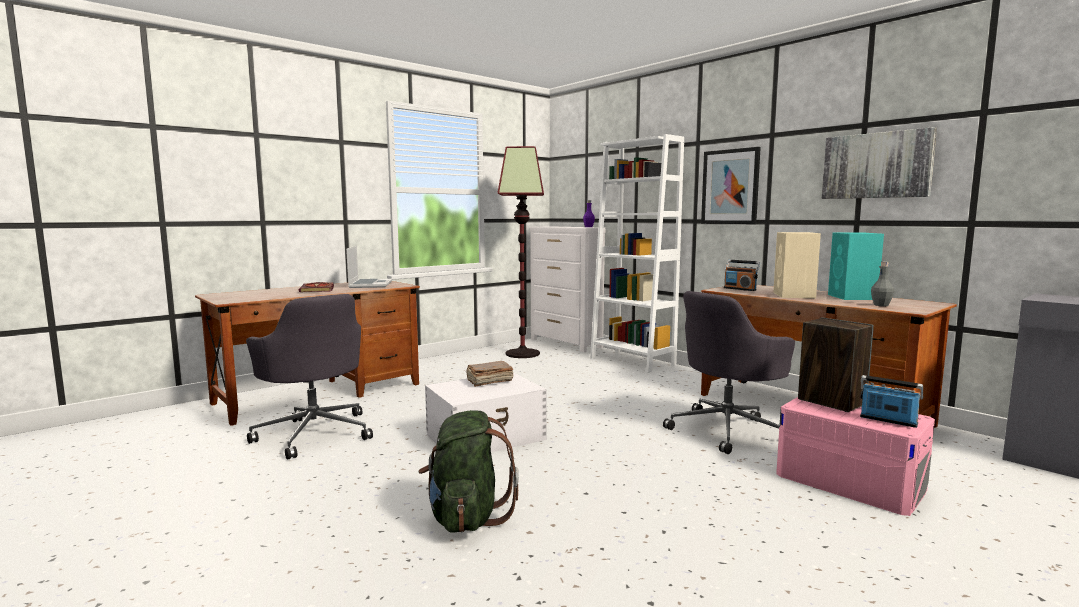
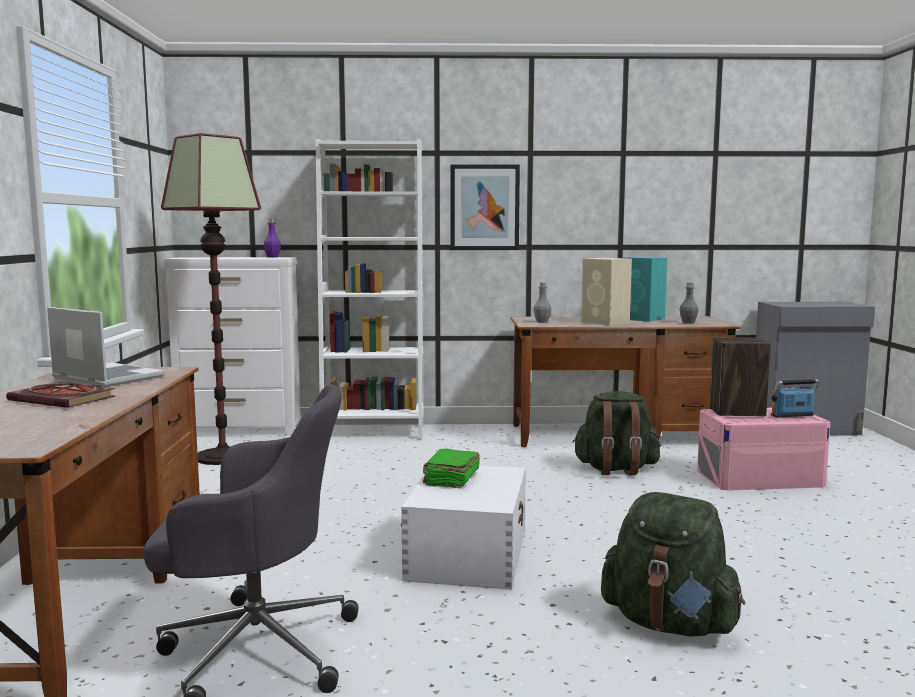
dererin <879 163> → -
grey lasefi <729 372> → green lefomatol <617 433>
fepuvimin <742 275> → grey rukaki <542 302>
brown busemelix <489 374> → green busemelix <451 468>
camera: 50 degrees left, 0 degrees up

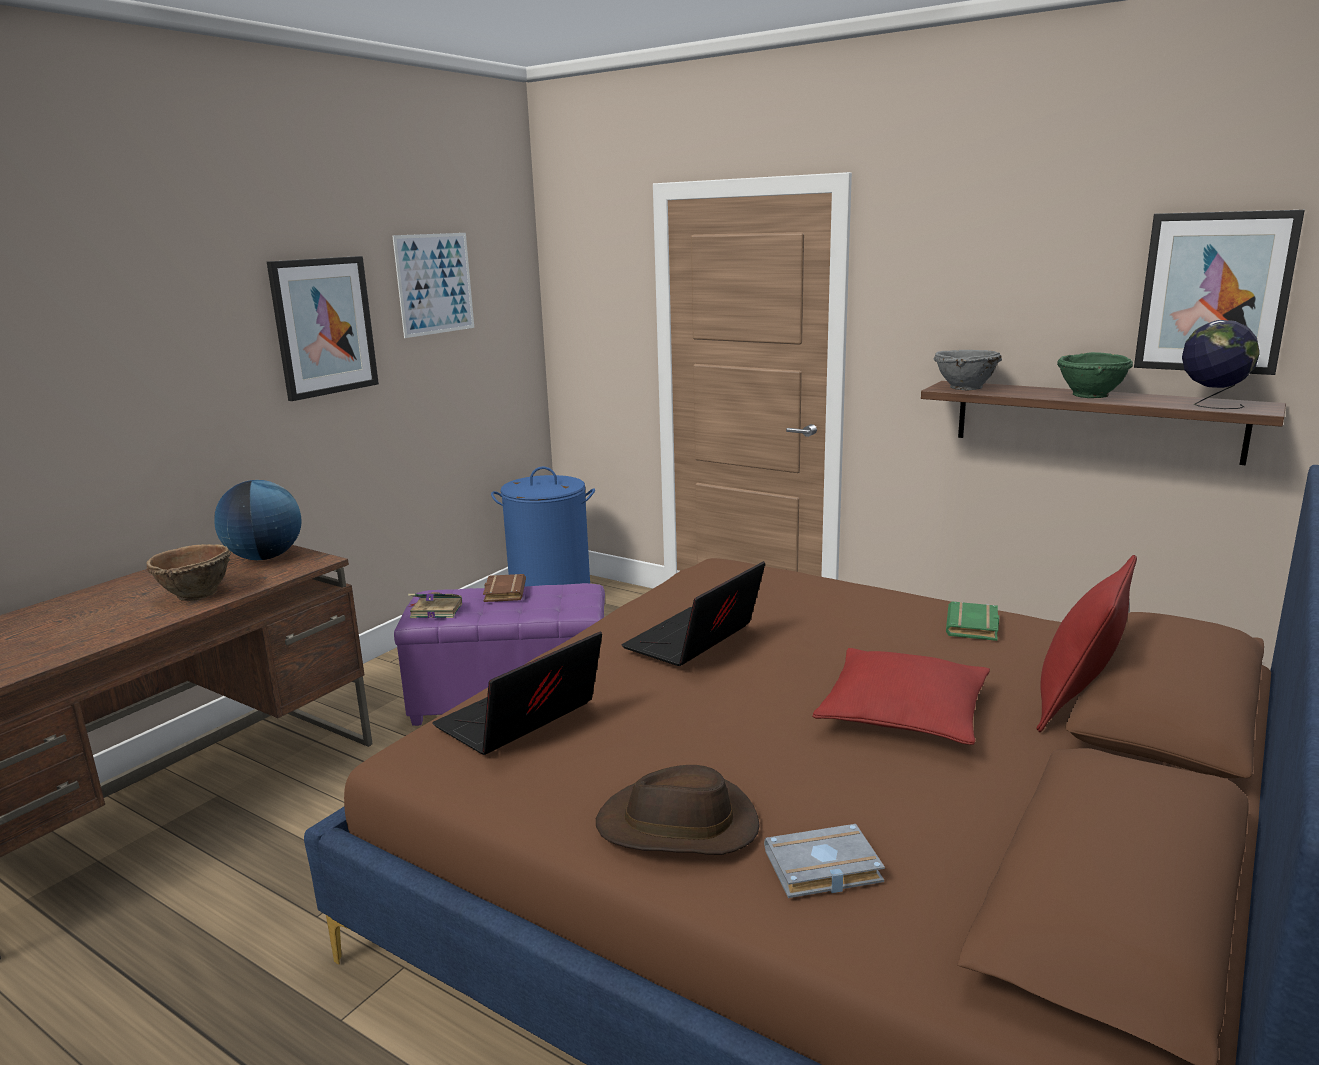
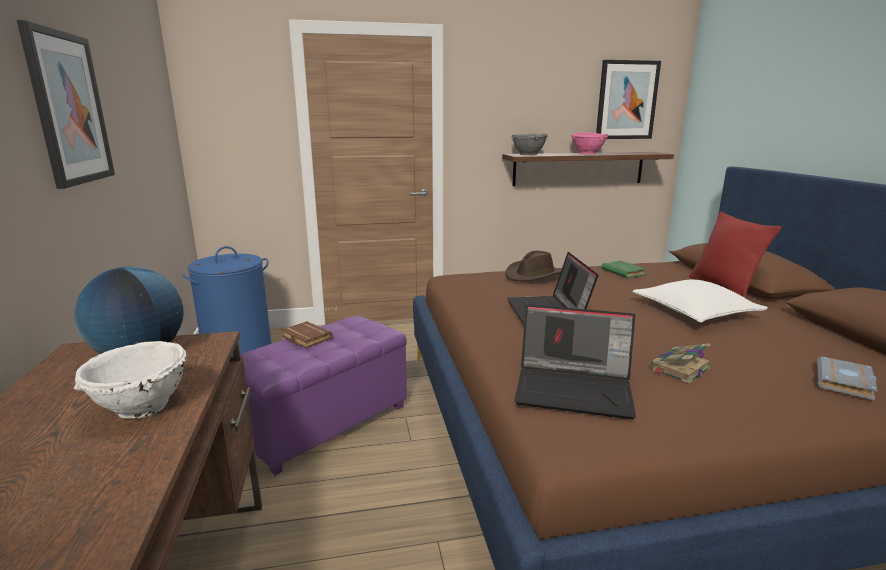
dererin <433 285> → -
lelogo <1221 364> → -
busemelix <435 605> → busemelix <680 363>, moved
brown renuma <678 810> → brown renuma <533 266>, moved
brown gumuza <188 572> → white gumuza <130 380>
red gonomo <901 696> → white gonomo <700 301>
green gumuza <1095 375> → pink gumuza <589 143>
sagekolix <517 693> → sagekolix <575 361>, 75 degrees counterclockwise
camera: 45 degrees left, 0 degrees up

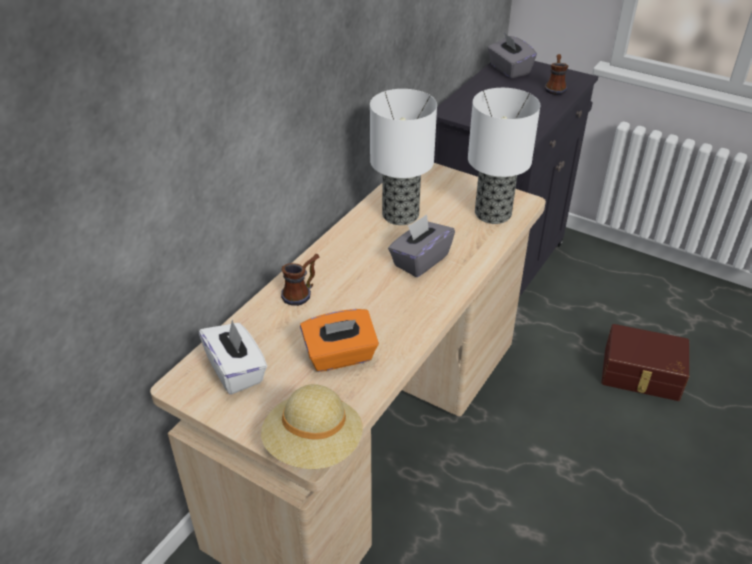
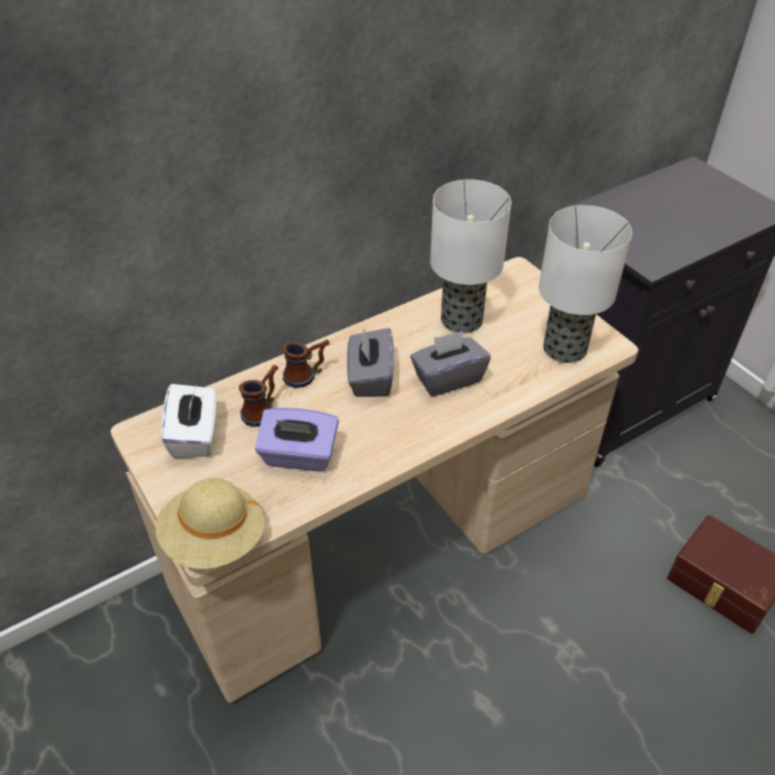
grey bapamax <512 55> → grey bapamax <370 362>, moved
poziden <556 74> → poziden <258 396>, moved
orange bapamax <339 340> → purple bapamax <297 439>
camera: 25 degrees right, 5 degrees up

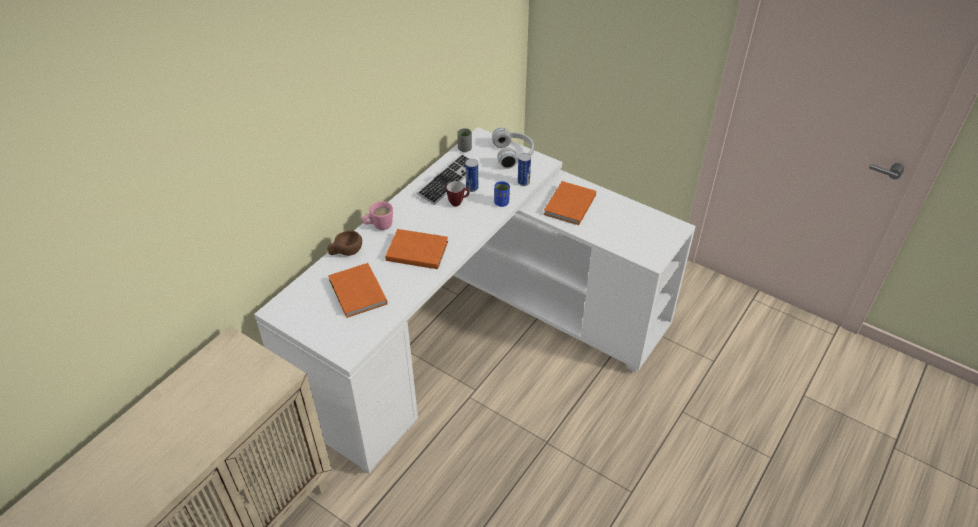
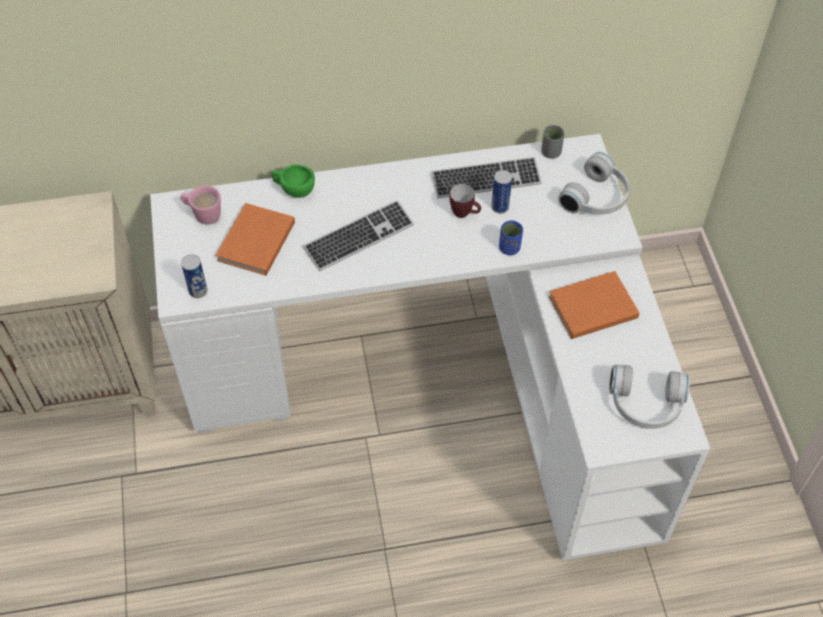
- → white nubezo <649 397>
pink poziden <377 215> → pink poziden <200 205>, moved
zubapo <524 169> → zubapo <194 276>, moved
orange busemelix <416 249> → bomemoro <358 235>
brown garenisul <344 243> → green garenisul <293 181>
camera: 45 degrees right, 10 degrees up

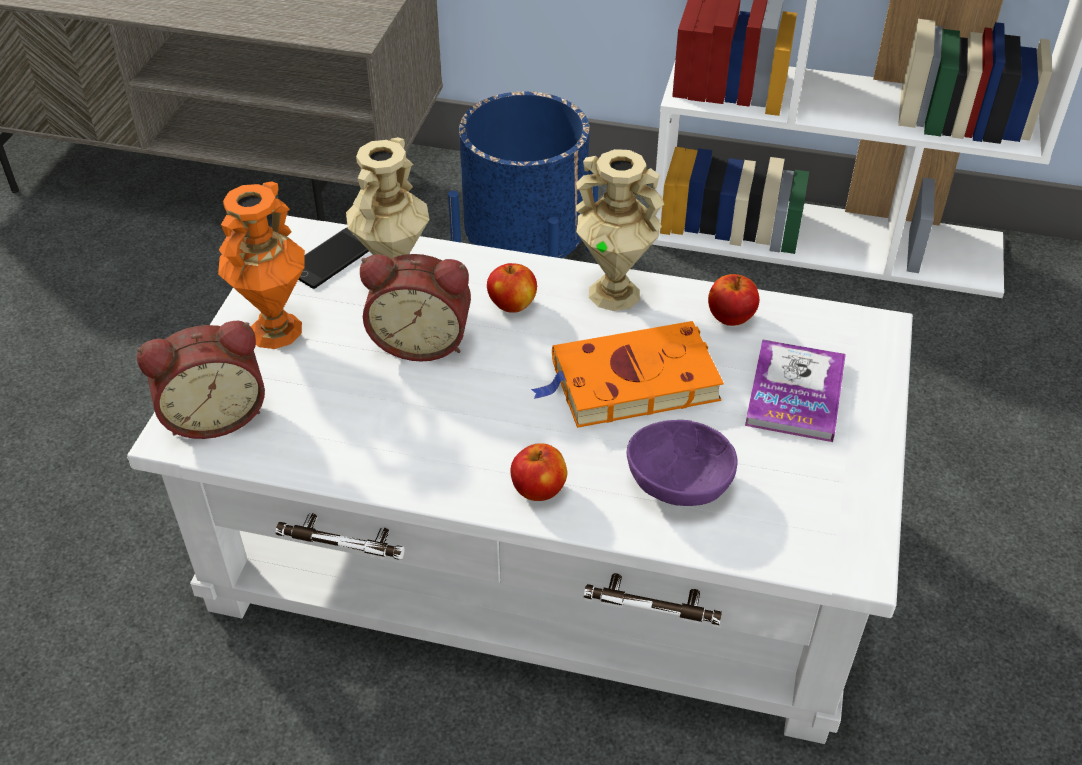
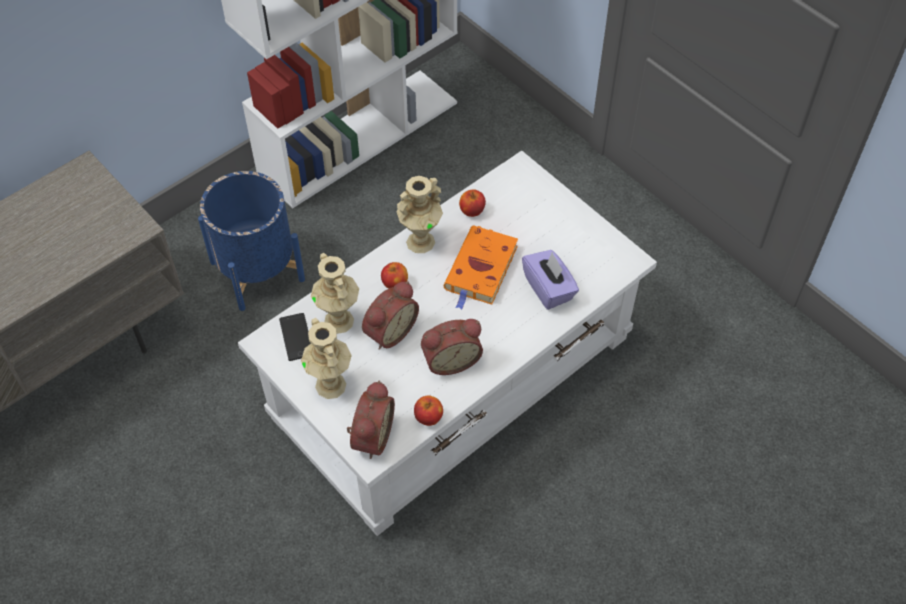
busemelix <795 390> → -
- → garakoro <452 347>
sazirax <539 472> → sazirax <428 410>, moved
purple gumuza <682 463> → purple bapamax <550 280>
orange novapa <261 265> → beige novapa <326 358>
camera: 55 degrees left, 10 degrees up

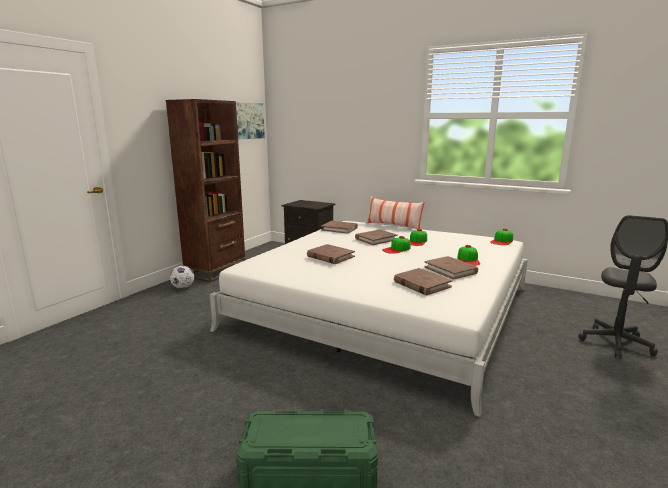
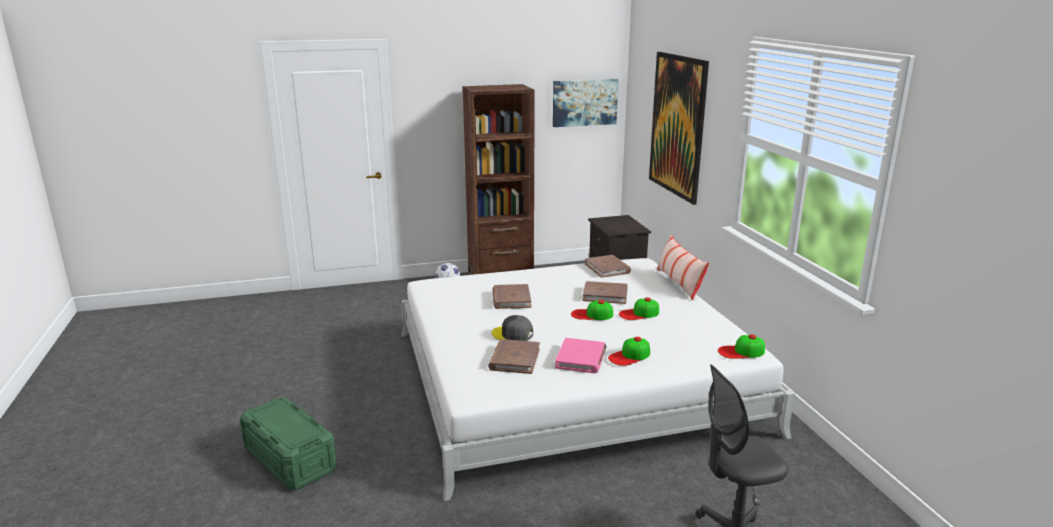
- → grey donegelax <512 328>
- → dererin <679 128>
brown busemelix <451 268> → pink busemelix <580 355>
camera: 45 degrees right, 5 degrees up

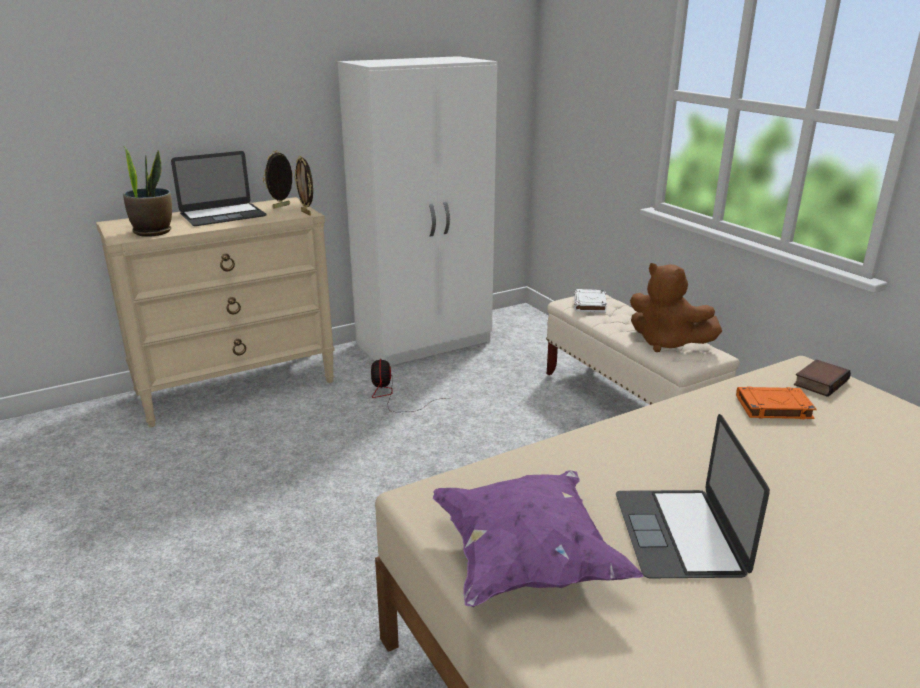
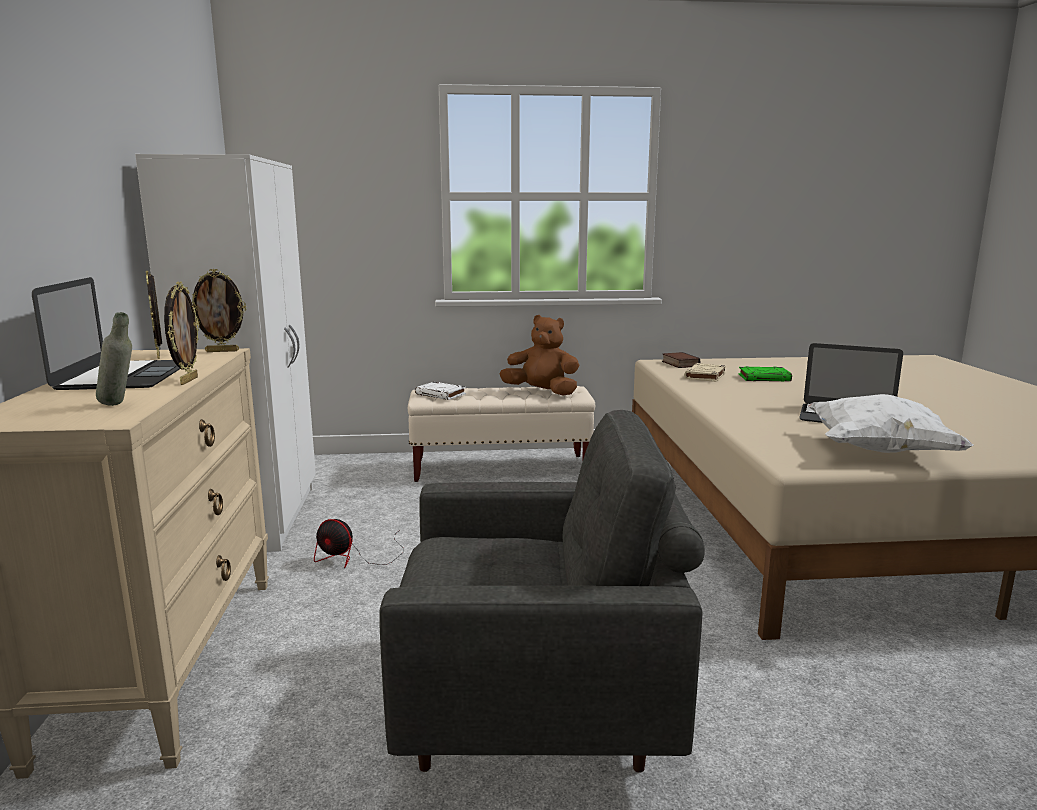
- → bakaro <181 333>
- → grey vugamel <542 591>
- → green busemelix <765 374>
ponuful <147 192> → grey rukaki <114 359>
purple gonomo <538 538> → white gonomo <890 423>
orange busemelix <776 402> → beige busemelix <705 372>
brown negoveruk <676 307> → brown negoveruk <539 355>, 135 degrees counterclockwise
camera: 65 degrees left, 10 degrees down

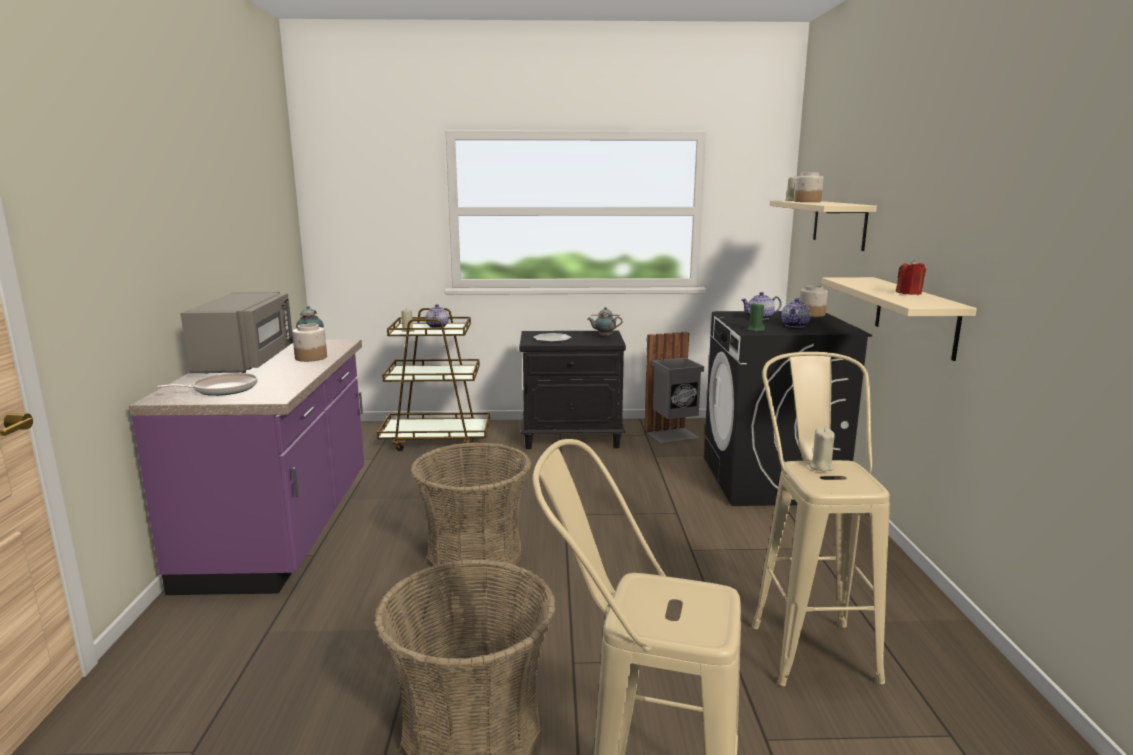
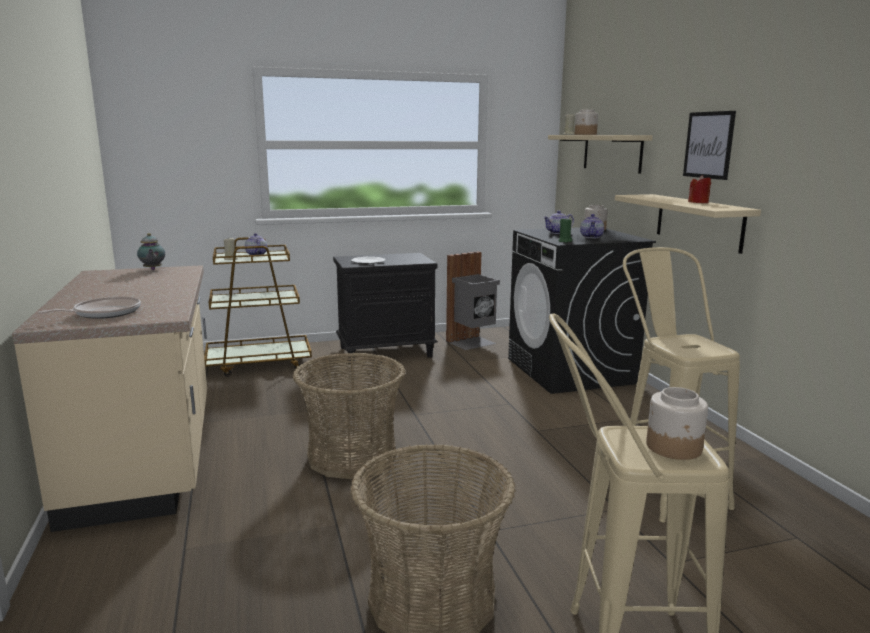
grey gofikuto <236 333> → -
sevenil <605 322> → -
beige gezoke <821 449> → -
- → dererin <709 145>
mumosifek <309 342> → mumosifek <677 423>, moved
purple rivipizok <246 467> → beige rivipizok <109 398>
camera: 15 degrees left, 0 degrees up

